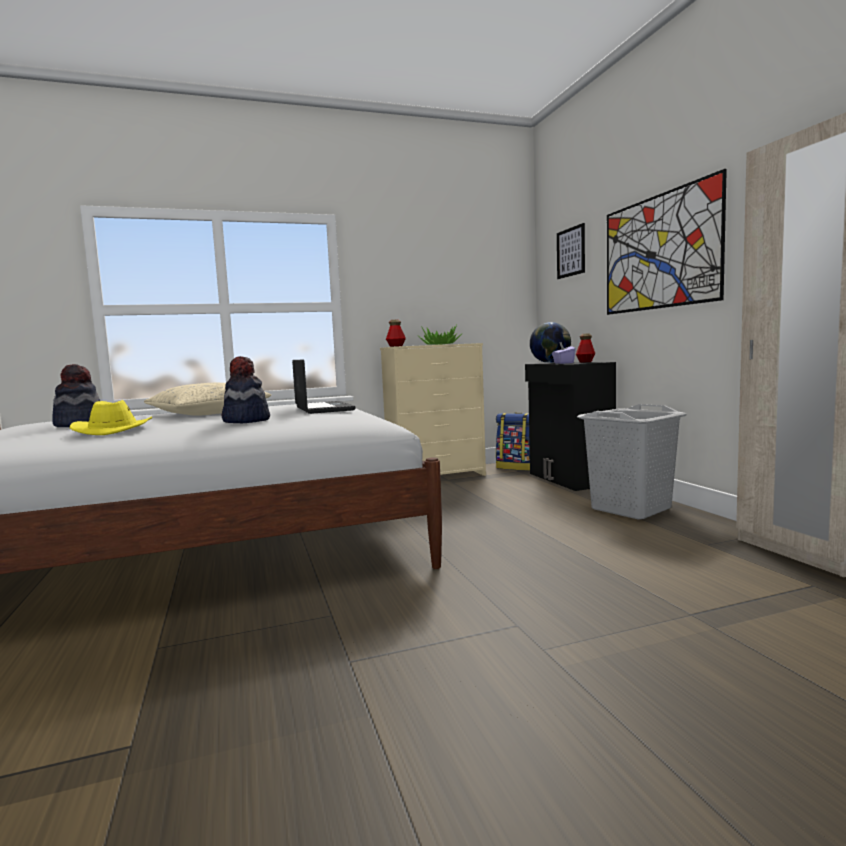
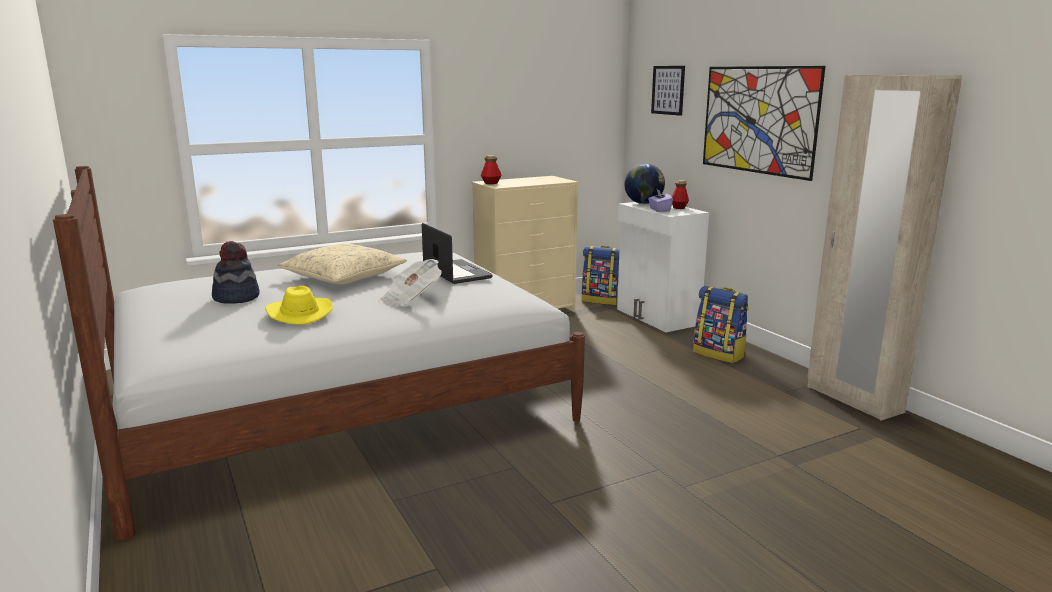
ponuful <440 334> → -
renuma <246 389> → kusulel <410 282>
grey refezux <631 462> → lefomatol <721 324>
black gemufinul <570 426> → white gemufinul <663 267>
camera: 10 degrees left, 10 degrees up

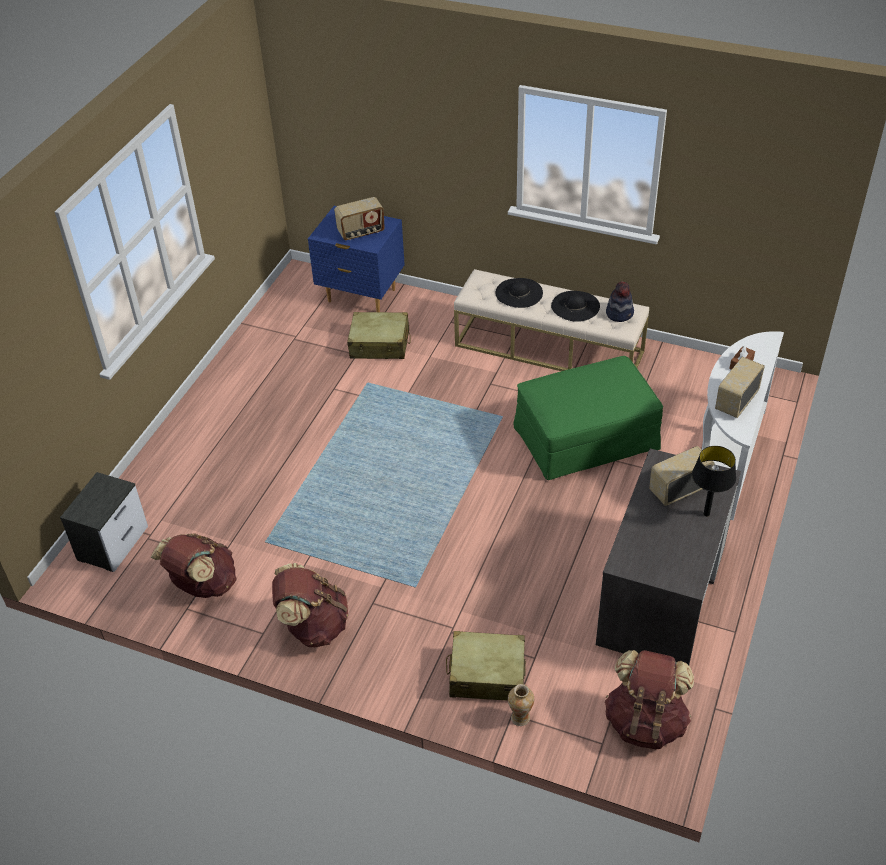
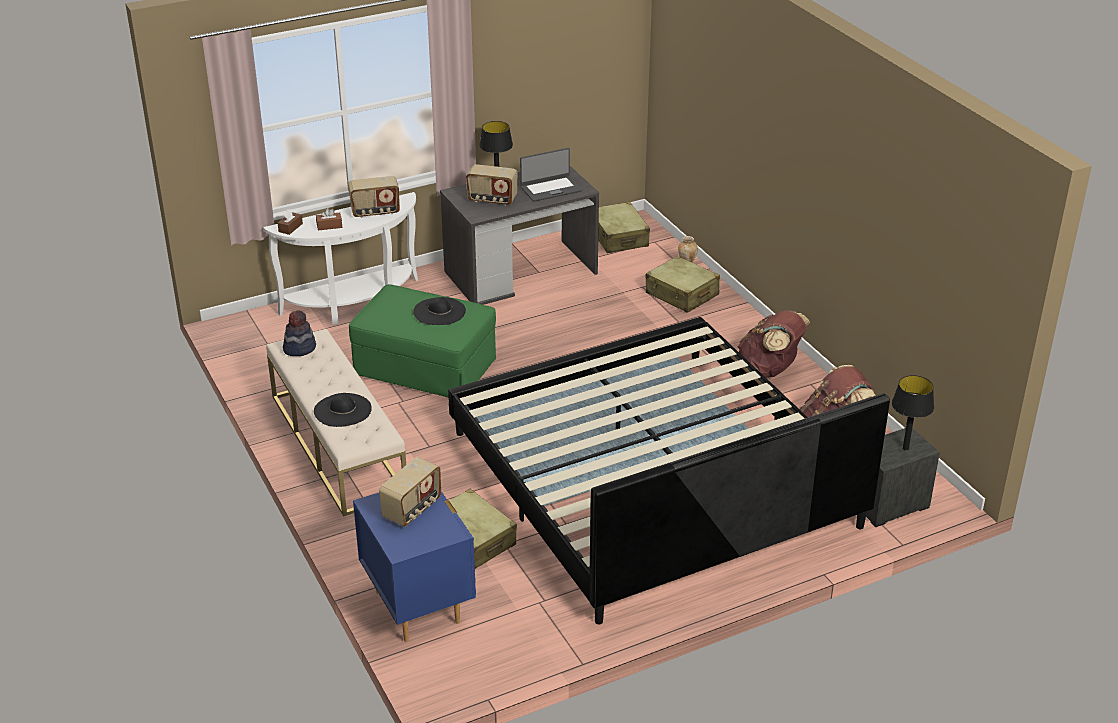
- → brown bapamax <290 222>
- → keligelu <669 470>
- → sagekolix <551 175>
- → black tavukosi <913 413>
black renuma <575 306> → black renuma <439 311>, moved
brown lefomatol <649 699> → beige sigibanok <624 227>
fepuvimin <359 218> → fepuvimin <410 492>, 105 degrees clockwise
camera: 140 degrees left, 10 degrees down

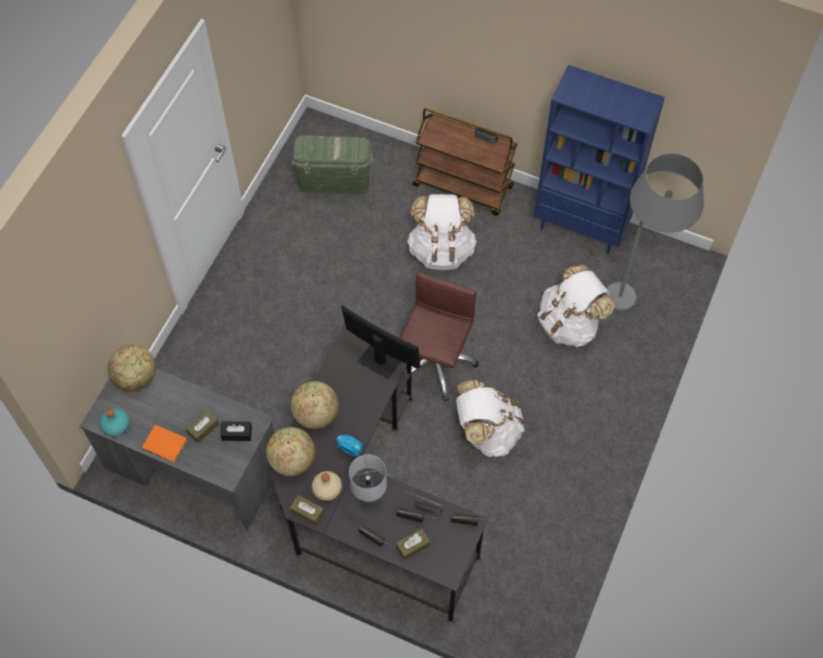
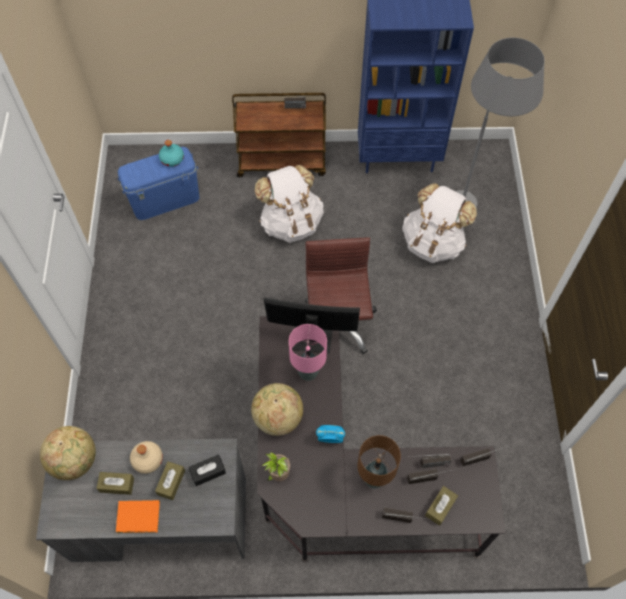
white lefomatol <490 418> → -
- → pink tavukosi <308 352>
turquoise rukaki <115 422> → turquoise rukaki <171 153>, moved
brown bapamax <307 510> → brown bapamax <115 483>, moved
beige rukaki <327 486> → beige rukaki <146 457>, moved
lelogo <290 451> → ponuful <275 467>
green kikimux <331 165> → blue kikimux <159 183>
grey tavukosi <368 481> → brown tavukosi <379 462>
camera: 25 degrees left, 0 degrees up

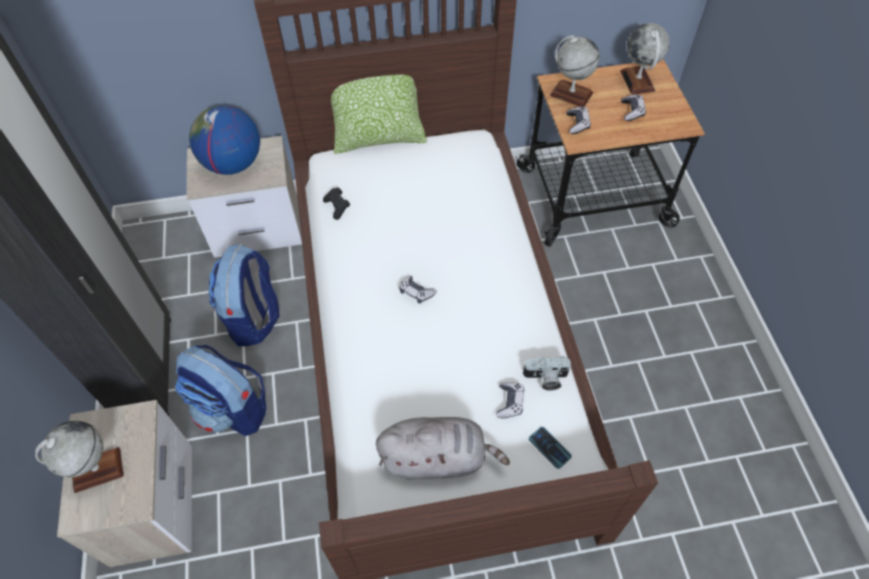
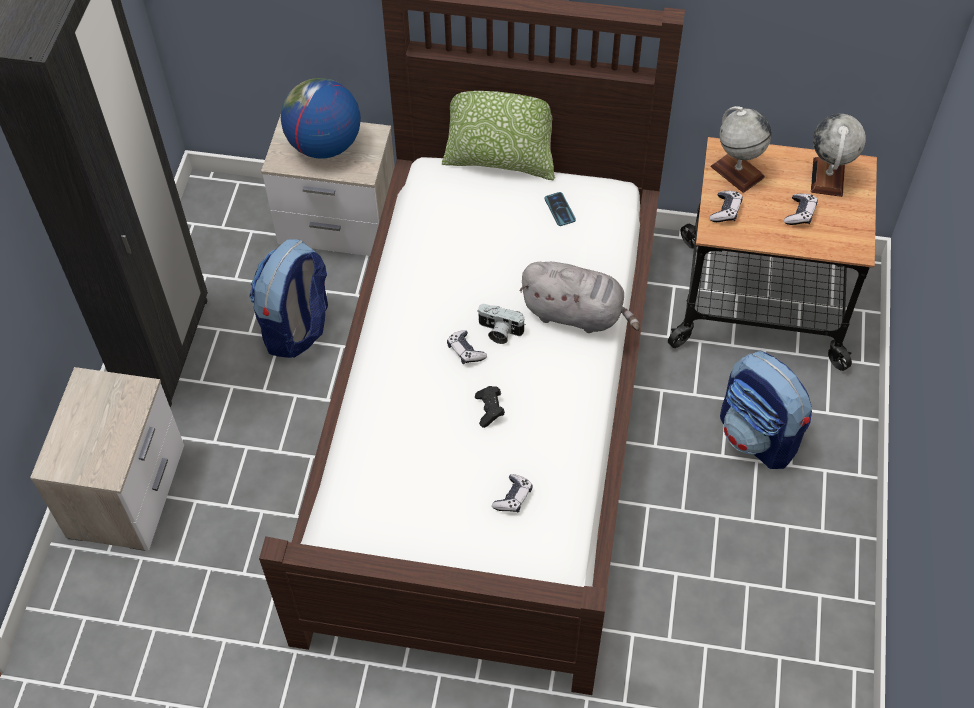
lelogo <79 457> → -
lefomatol <220 390> → lefomatol <766 410>, moved
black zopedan <336 203> → black zopedan <490 407>, moved
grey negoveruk <443 448> → grey negoveruk <580 297>, moved
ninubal <547 373> → ninubal <501 324>, moved
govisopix <550 448> → govisopix <560 209>, moved
camera: 20 degrees right, 0 degrees up

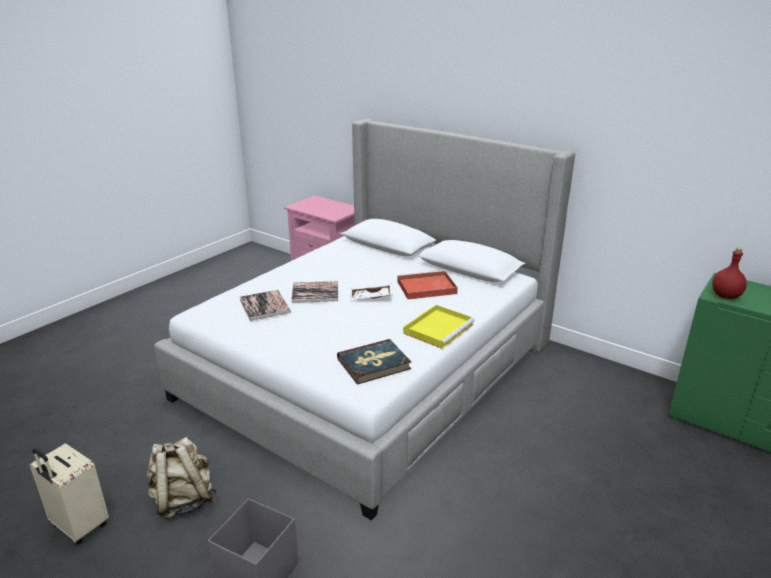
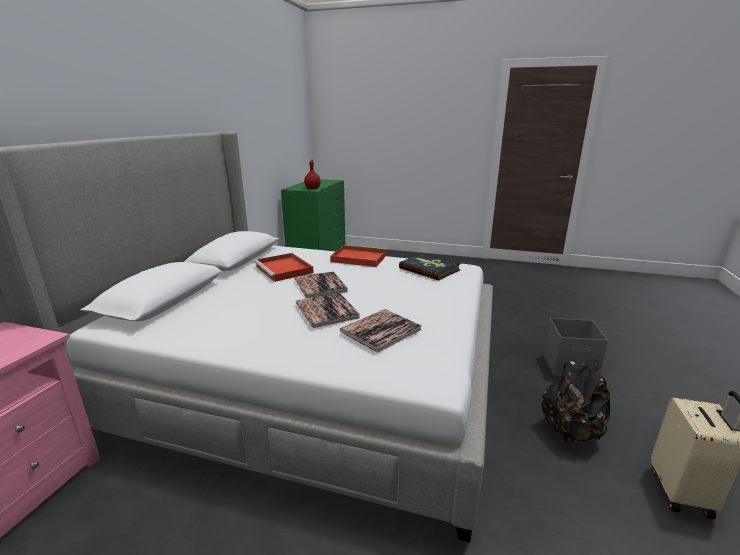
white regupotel <371 291> → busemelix <321 284>
beige lefomatol <182 478> → black lefomatol <575 401>
yellow regupotel <439 327> → red regupotel <358 256>
camera: 110 degrees left, 5 degrees down

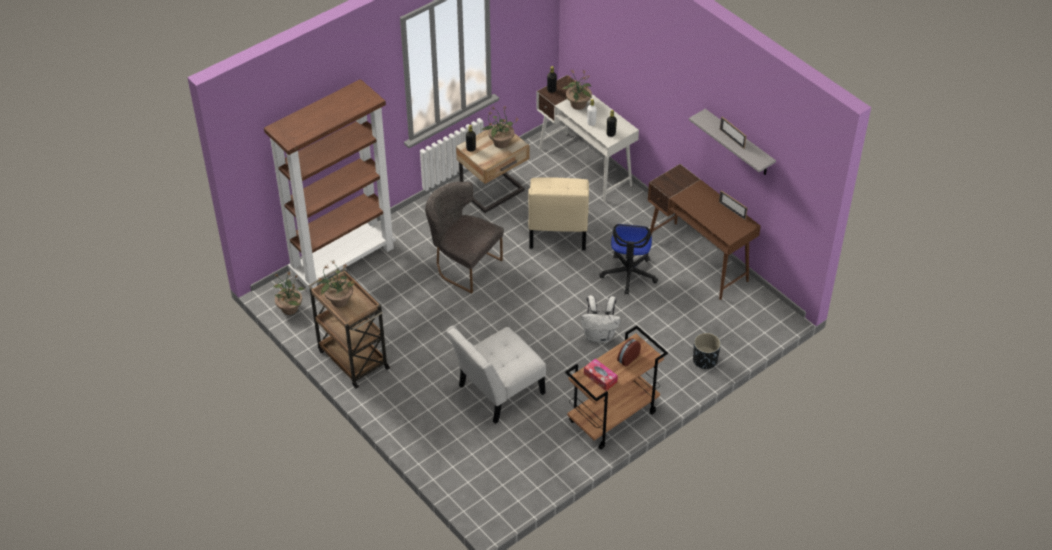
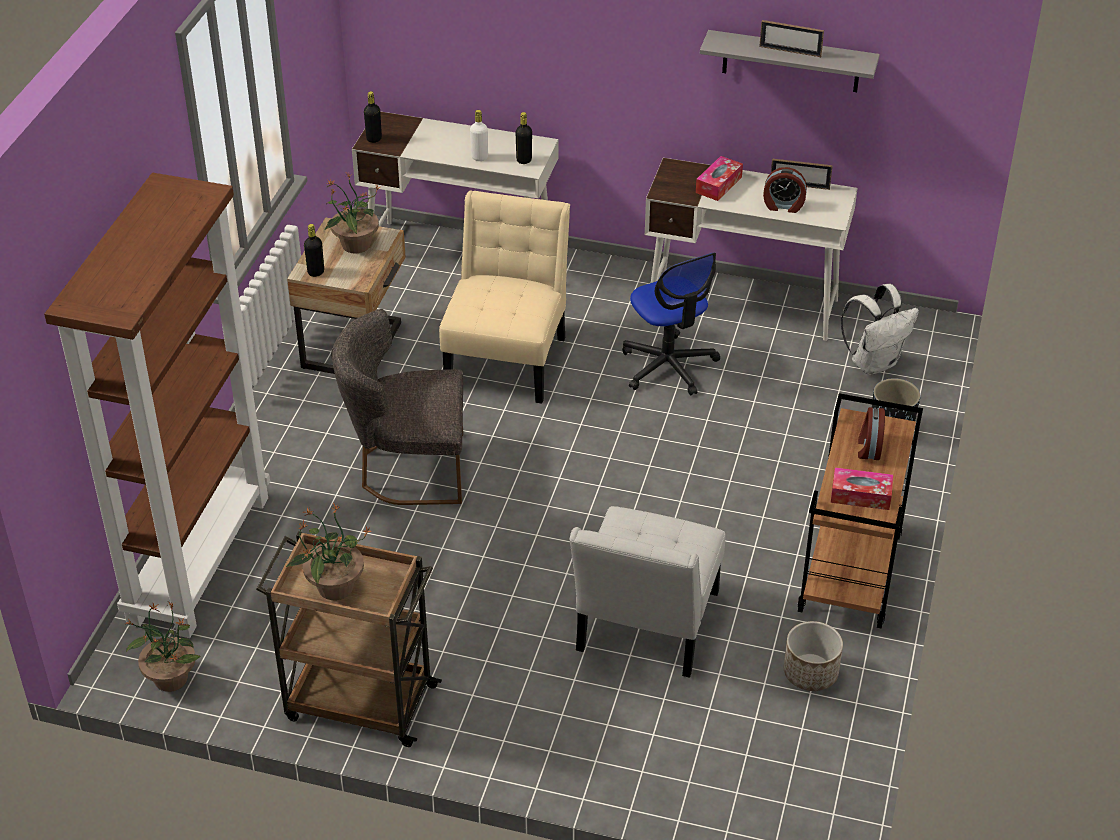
ponuful <577 89> → -
- → bapamax <719 178>
- → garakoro <785 190>
- → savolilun <813 656>
white lefomatol <601 319> → white lefomatol <880 329>, moved
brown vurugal <704 232> → white vurugal <751 249>
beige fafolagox <558 213> → beige fafolagox <504 297>, 135 degrees counterclockwise
camera: 35 degrees left, 5 degrees down

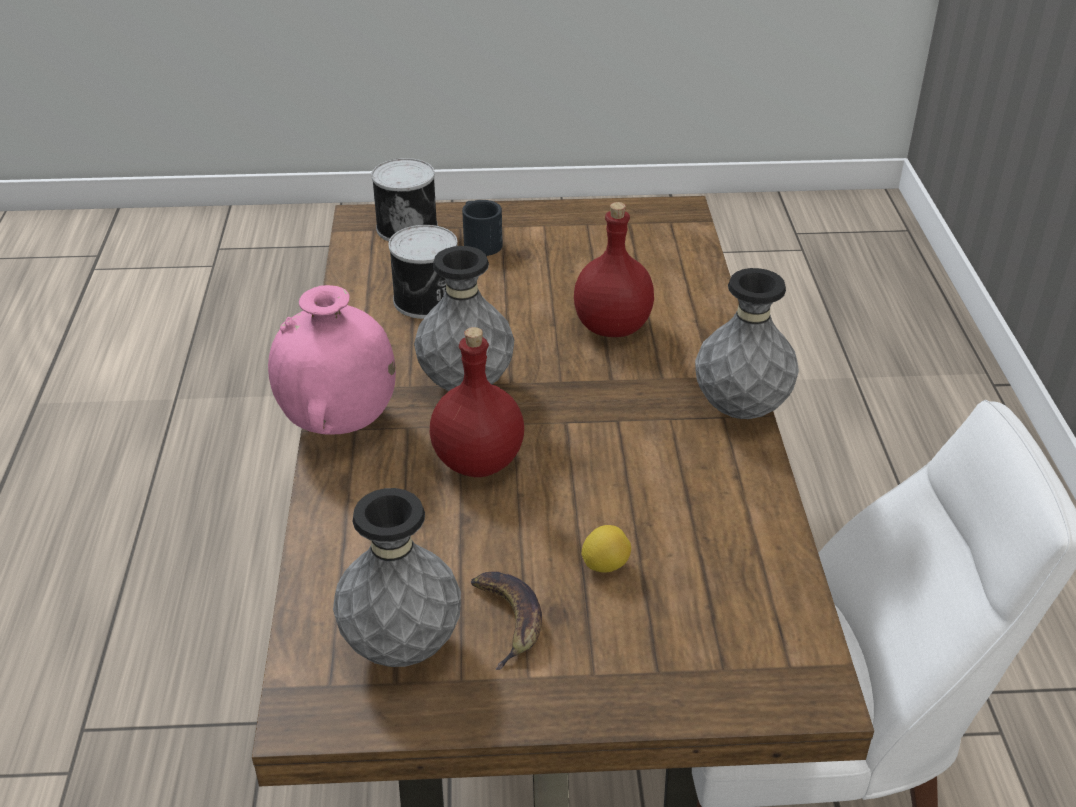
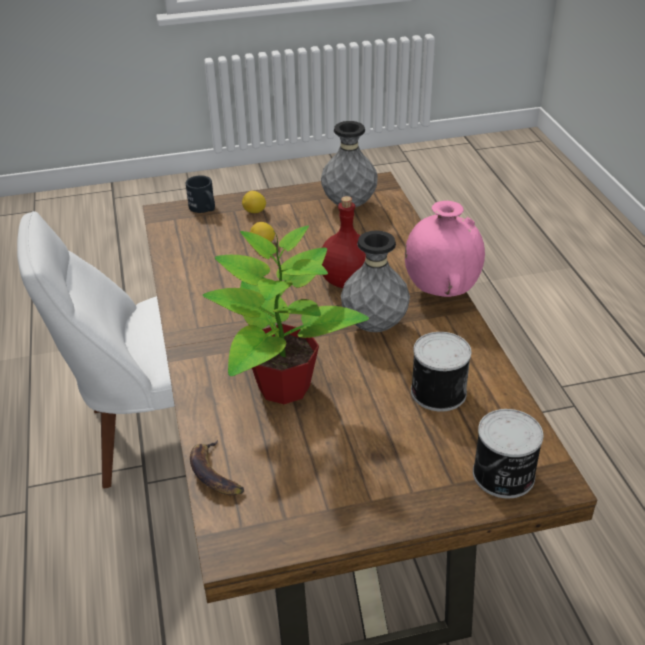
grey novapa <747 343> → -
- → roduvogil <254 202>
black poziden <482 228> → black poziden <200 194>, moved
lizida <506 620> → lizida <217 467>, moved
red rukaki <614 269> → ponuful <286 315>
camera: 170 degrees right, 0 degrees up

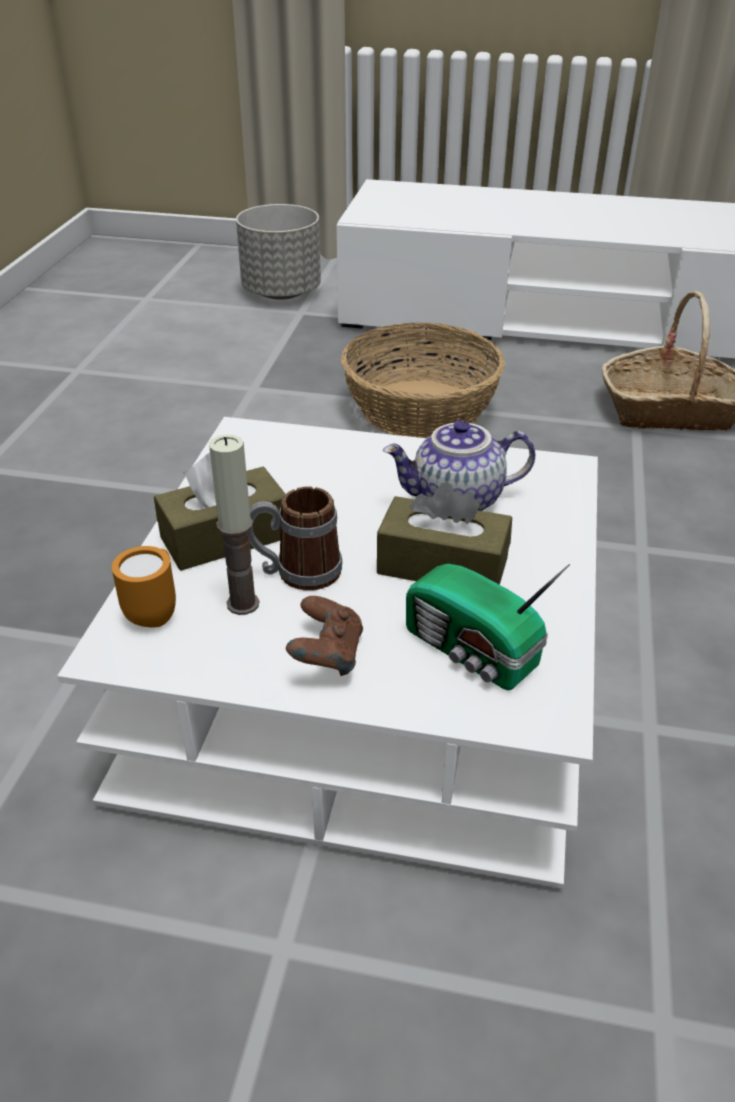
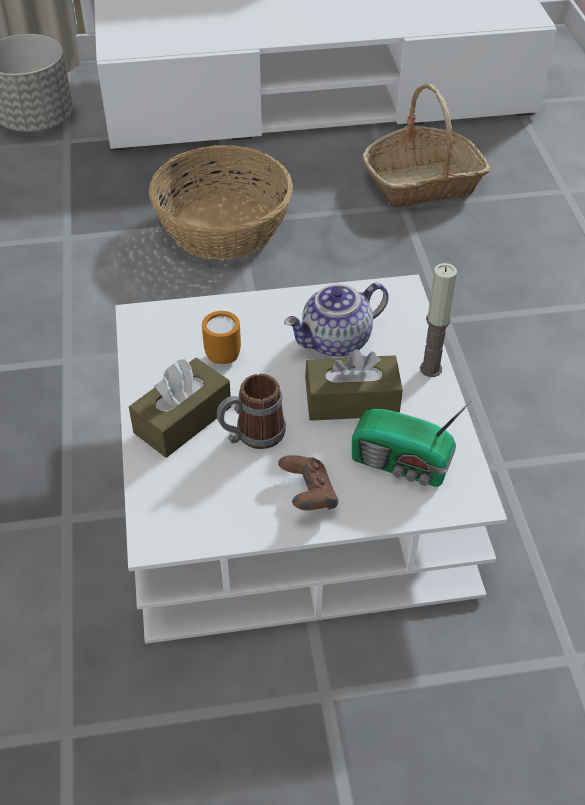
orange poziden <144 587> → orange poziden <221 337>, moved
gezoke <234 524> → gezoke <438 320>, moved
camera: 20 degrees left, 10 degrees up

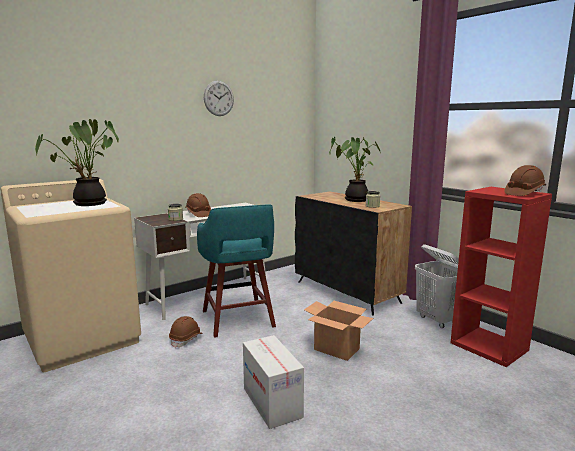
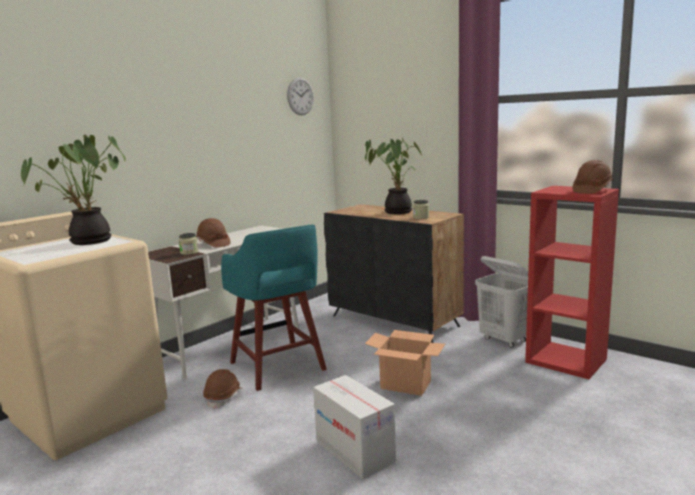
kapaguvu <219 98> → kapaguvu <300 96>, moved
camera: 10 degrees left, 0 degrees up

